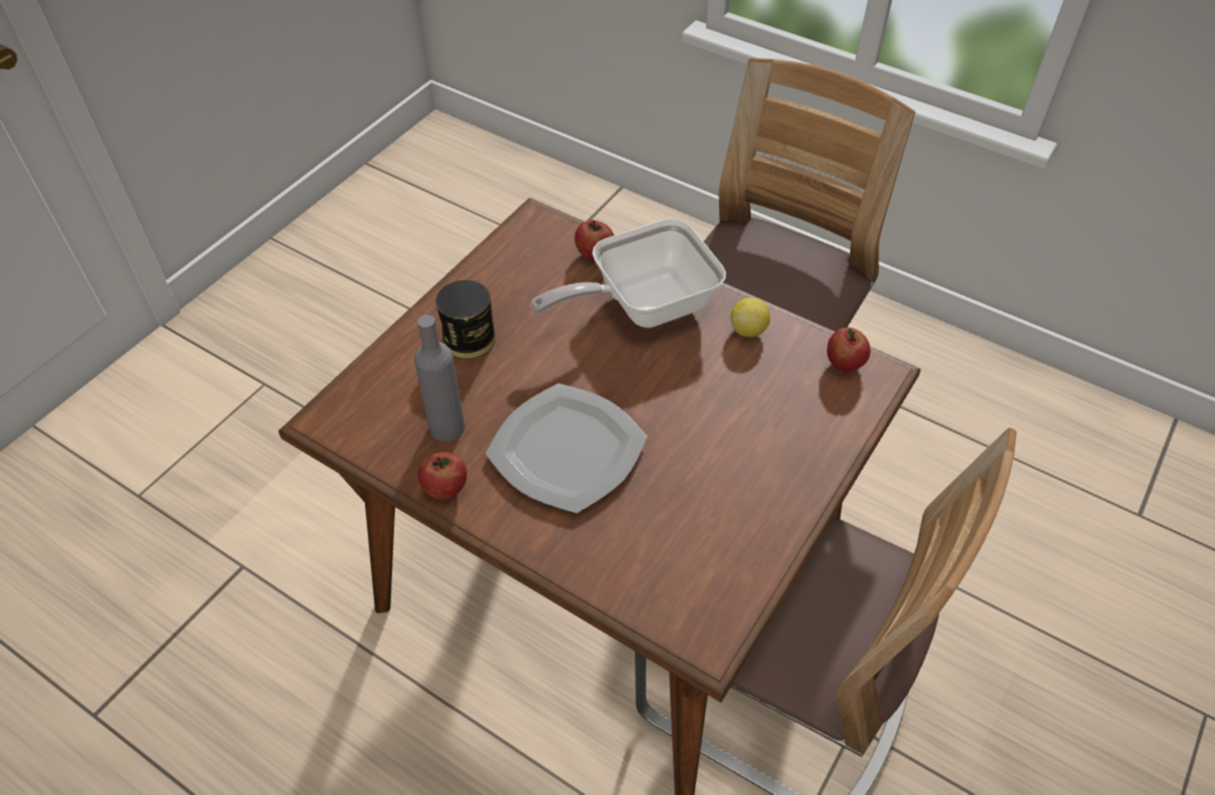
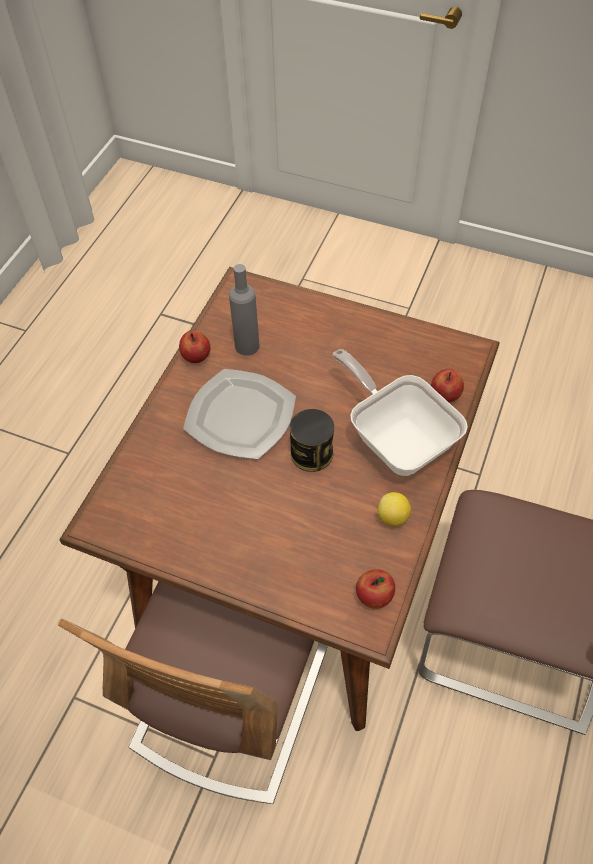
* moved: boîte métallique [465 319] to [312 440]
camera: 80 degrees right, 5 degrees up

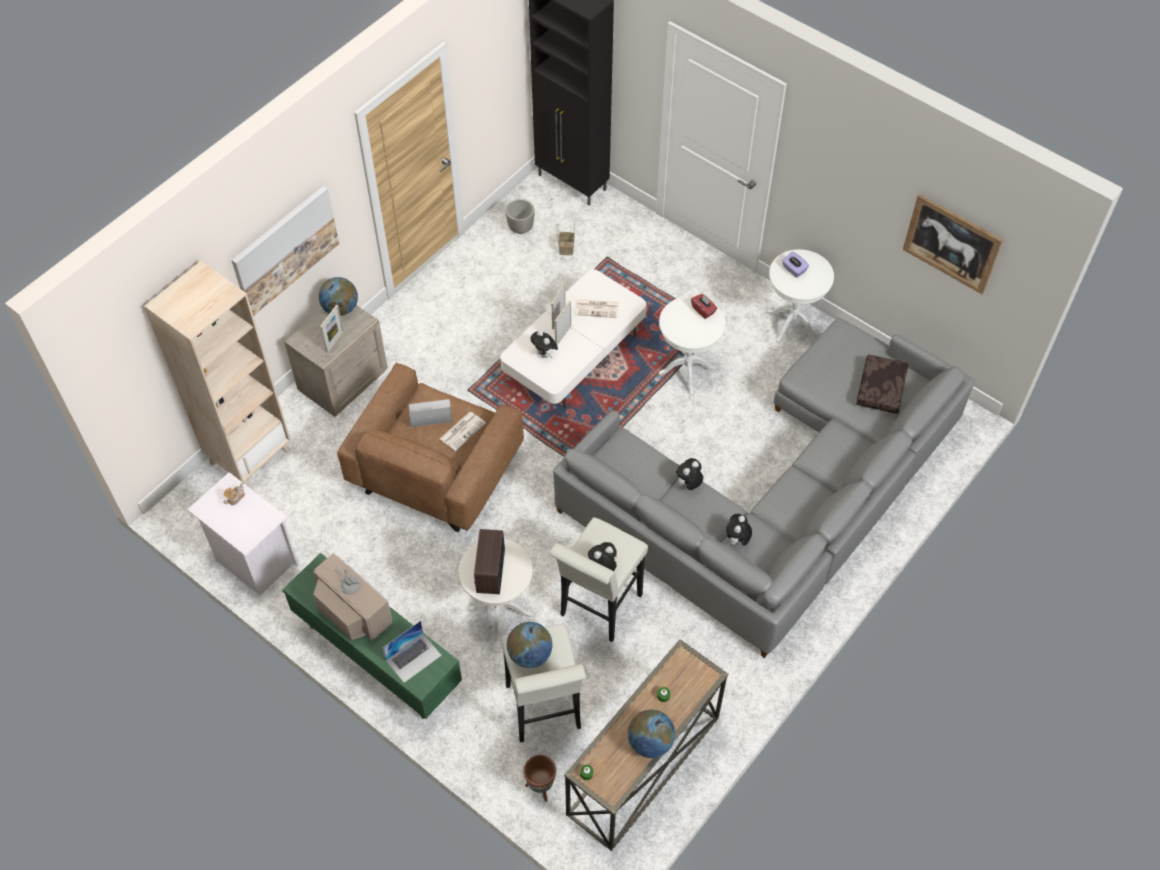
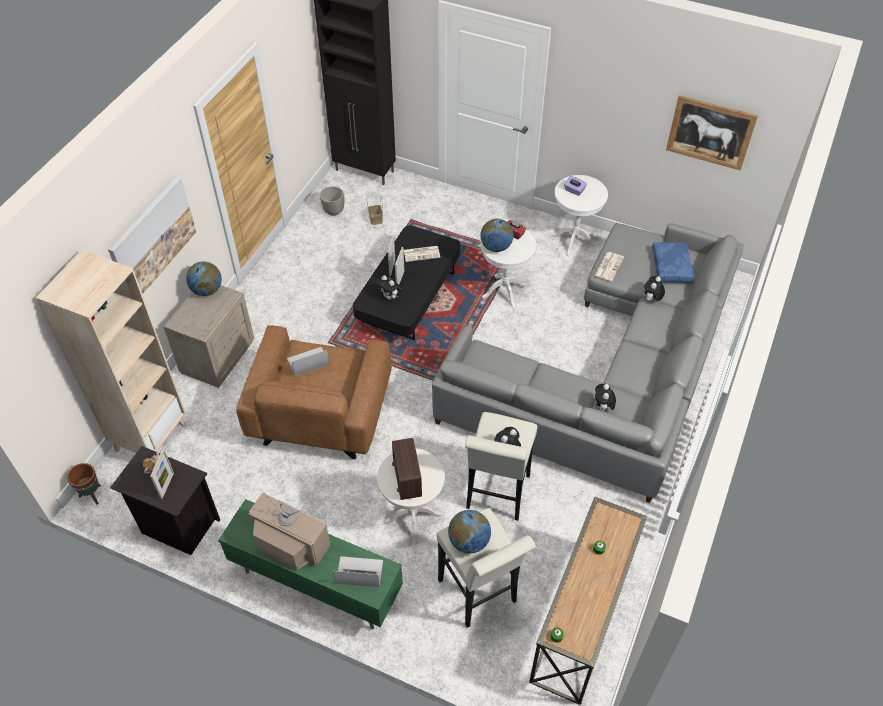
* moved: cadre photo [332 329] to [162 474]
* moved: journal [463 431] to [609 266]
* moved: cache-pot [marron] [539 778] to [84 484]
* moved: globe [651 734] to [496 235]
* moved: peluche [689 474] to [654 288]
* recoloured: table de chevet [blanc] [243 533] to table de chevet [noir] [165 500]
* recoloured: table basse [blanc] [573 339] to table basse [noir] [406 282]
* recoloured: coussin [marron] [882 384] to coussin [bleu] [673 262]
* turned: ordinateur portable [412 652] = [358 571] 120 degrees counterclockwise
camera: 15 degrees left, 5 degrees down

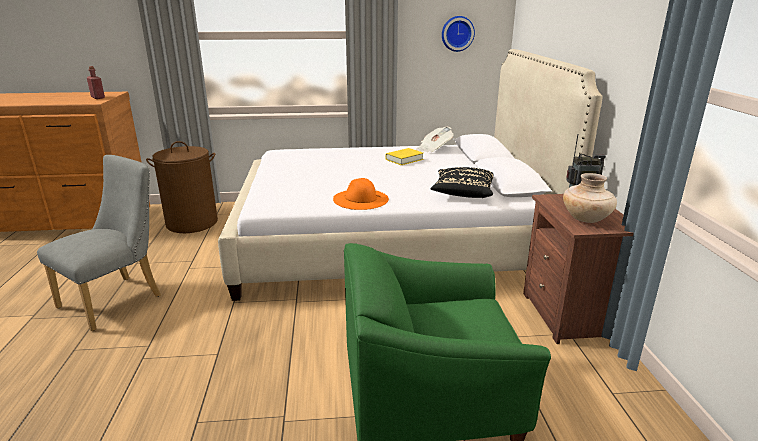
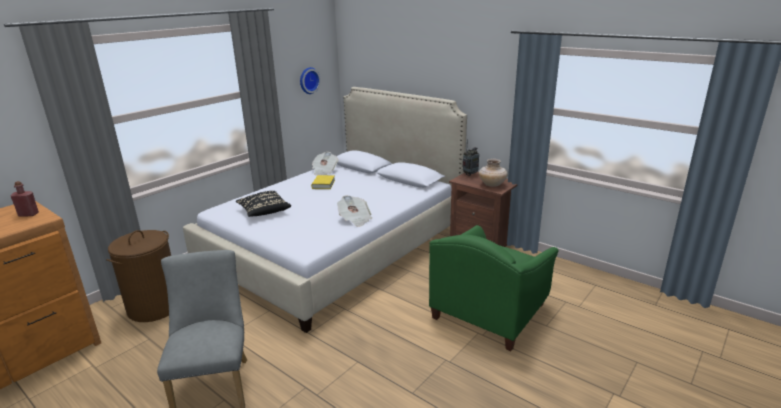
* moved: coussin [noir] [462 182] to [263 204]
* replaced: chapeau [orange] [361 194] to journal [354 211]
camera: 45 degrees left, 0 degrees up

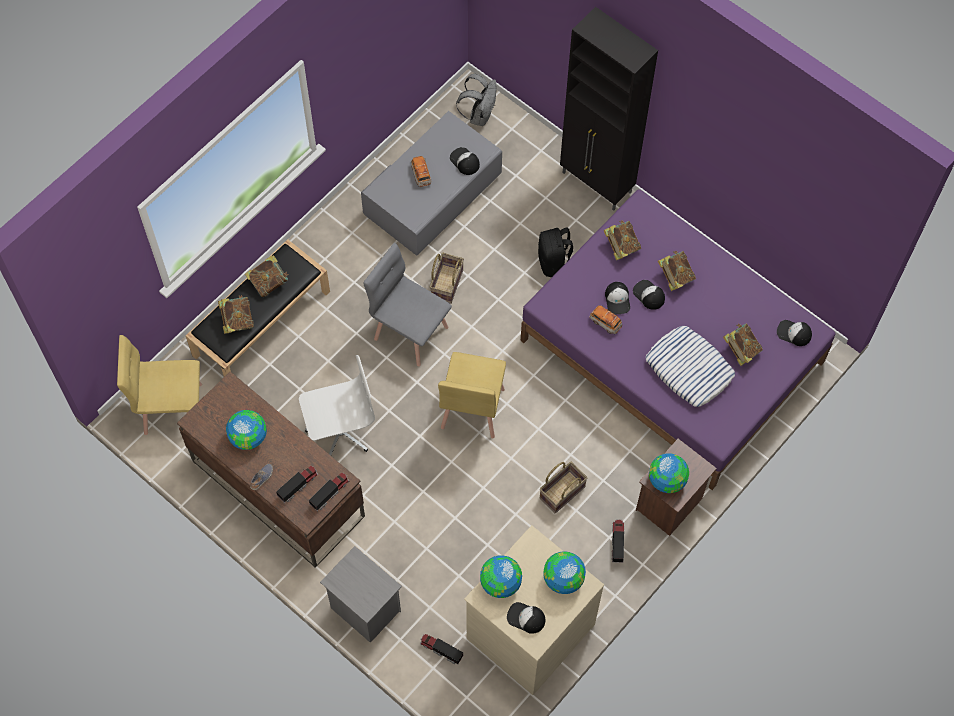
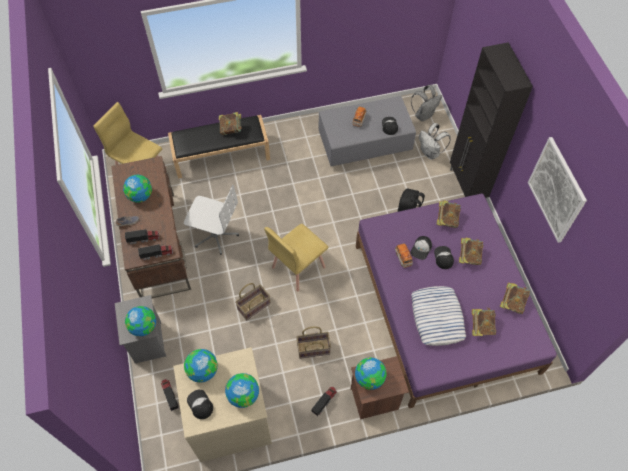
* removed: chaise [gris] [407 304]
* removed: casquette [794 333]
* added: globe [140 321]
* added: sac à dos [blanc] [435 141]
* added: tableau [557 190]
* moved: livre [236 314] to [515 298]
* moved: panier [447 278] to [253 302]
camera: 35 degrees right, 5 degrees down

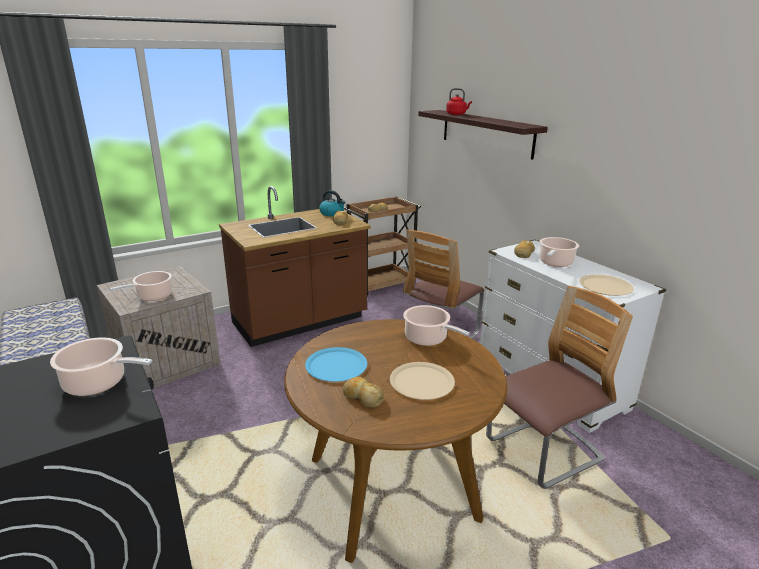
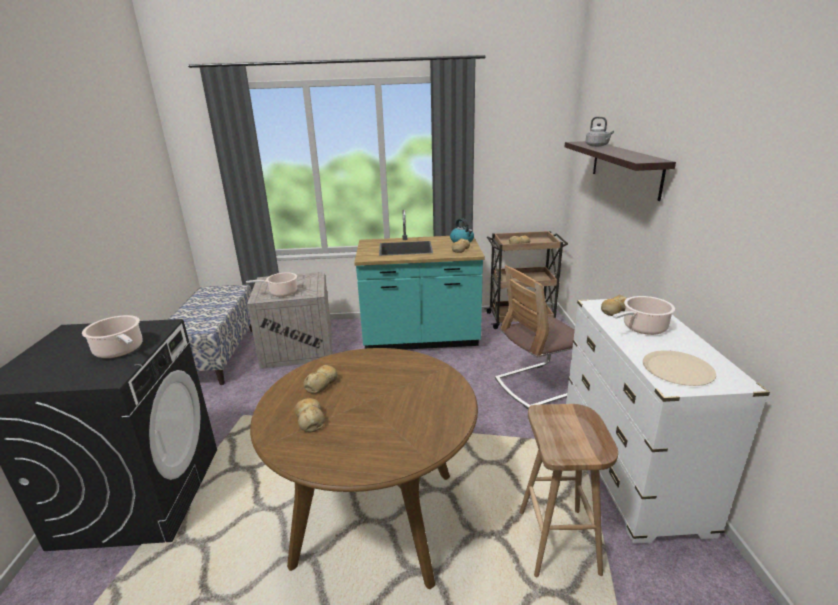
* removed: assiette [beige] [422 381]
* removed: marmite [436 325]
* replaced: assiette [bleu] [336 364] to pain [320 379]
* replaced: chaise [559 387] to tabouret [marron] [568 490]
* recoloured: comptoir de cuisine [marron] [294 266] to comptoir de cuisine [turquoise] [419 280]
* recoloured: bouilloire [rouge] [459 101] to bouilloire [gris] [600 132]
camera: 30 degrees right, 0 degrees up

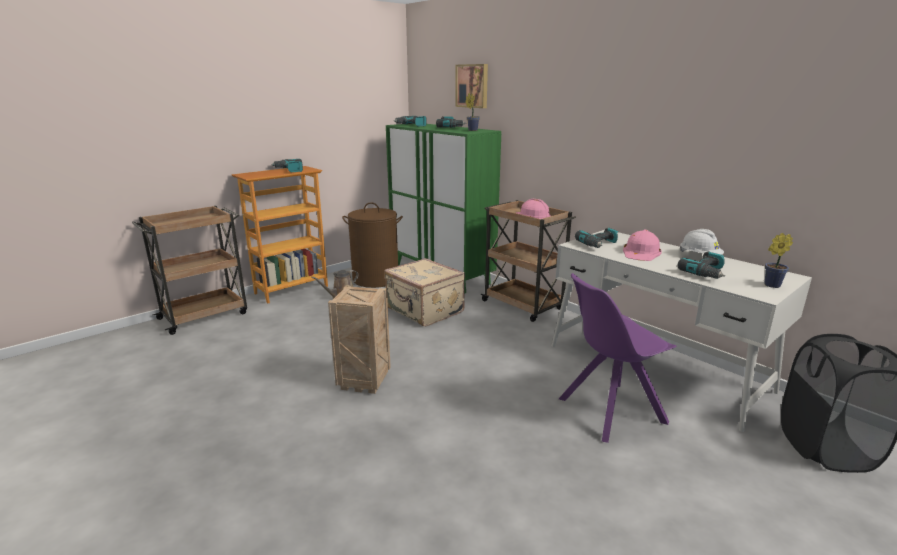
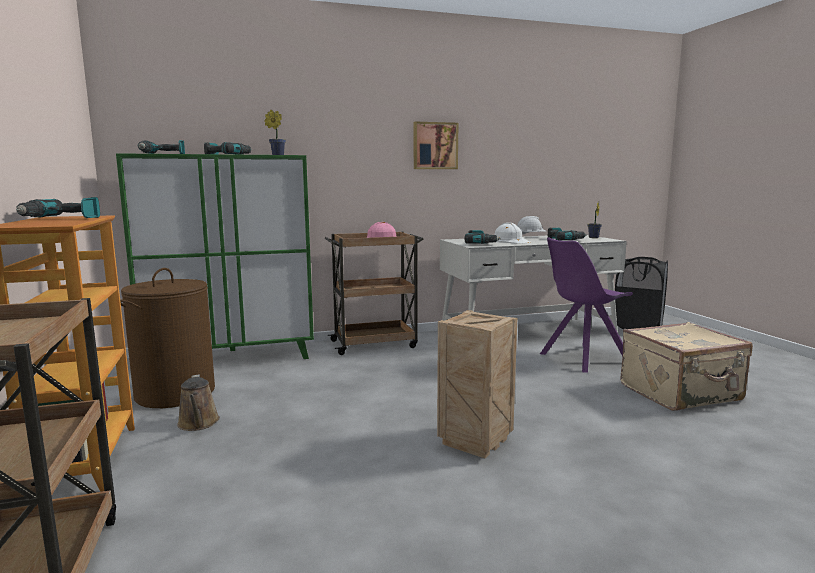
* moved: valise [beige] [424 292] to [687 366]
* moved: tableau [471 86] to [436 145]
* recoloured: casque de chantier [rose] [642 245] to casque de chantier [blanc] [512 233]
* turned: chaise [violet] [618 358] = [586 305] 60 degrees clockwise
camera: 65 degrees left, 10 degrees down

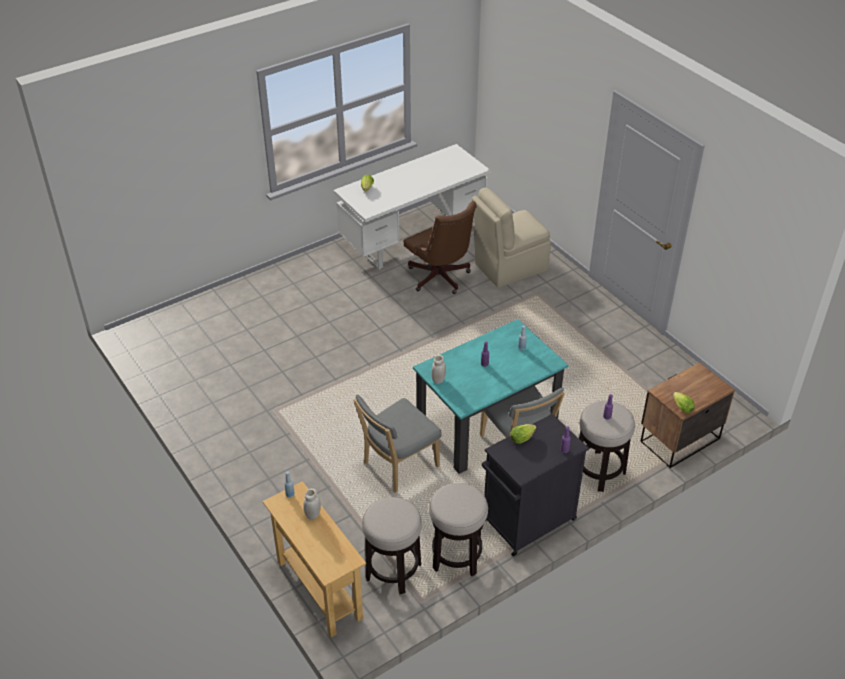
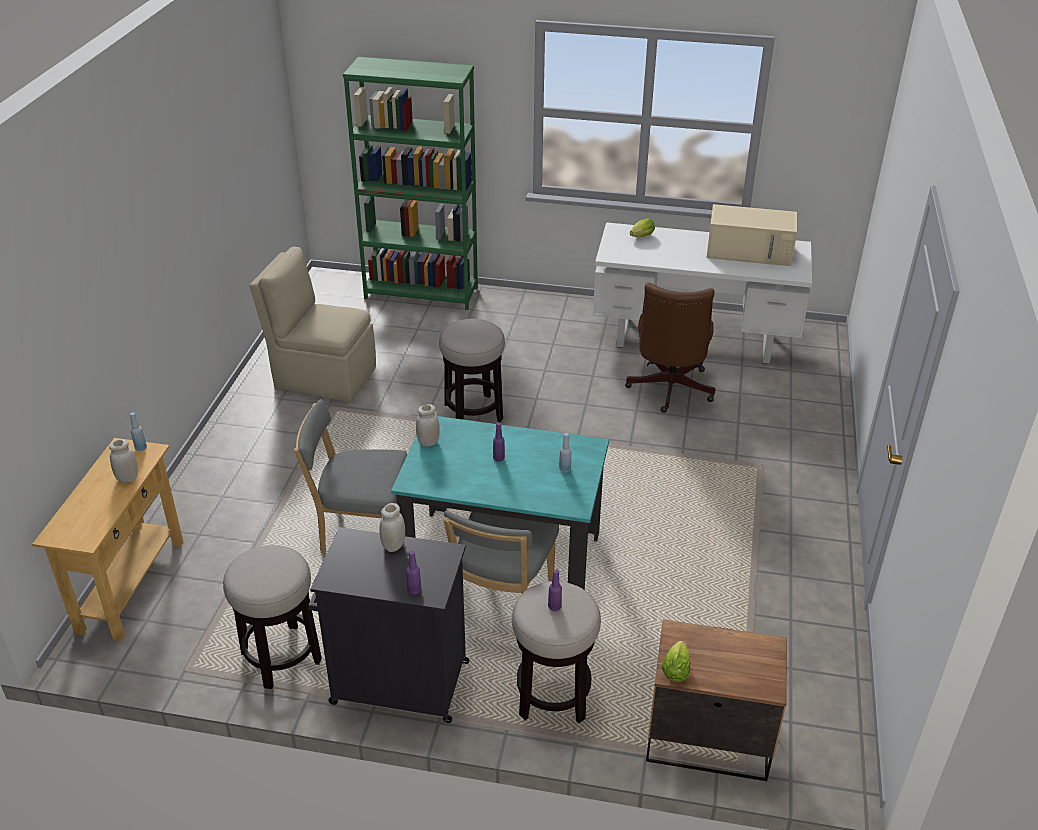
* added: bibliothèque [vert] [410 183]
* added: micro-ondes [beige] [752 235]
* moved: tabouret [392 545] to [472 370]
* moved: chaise [beige] [511 237] to [312 324]
* replaced: laitue [523 434] to bocal [blanc] [392 527]
camera: 45 degrees right, 5 degrees down

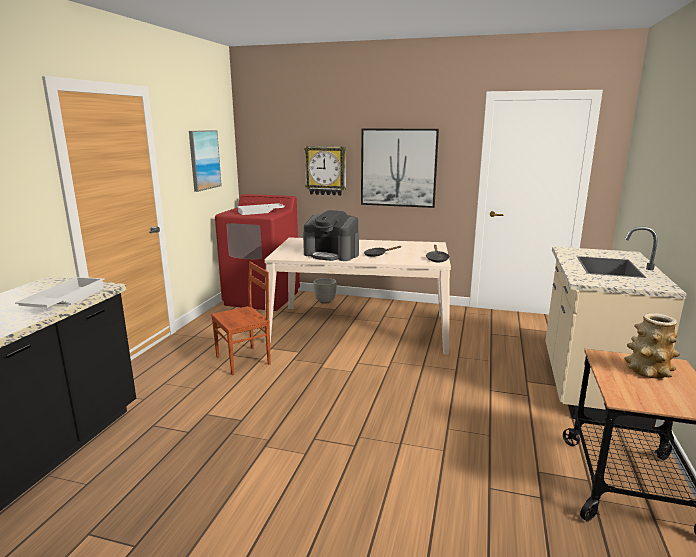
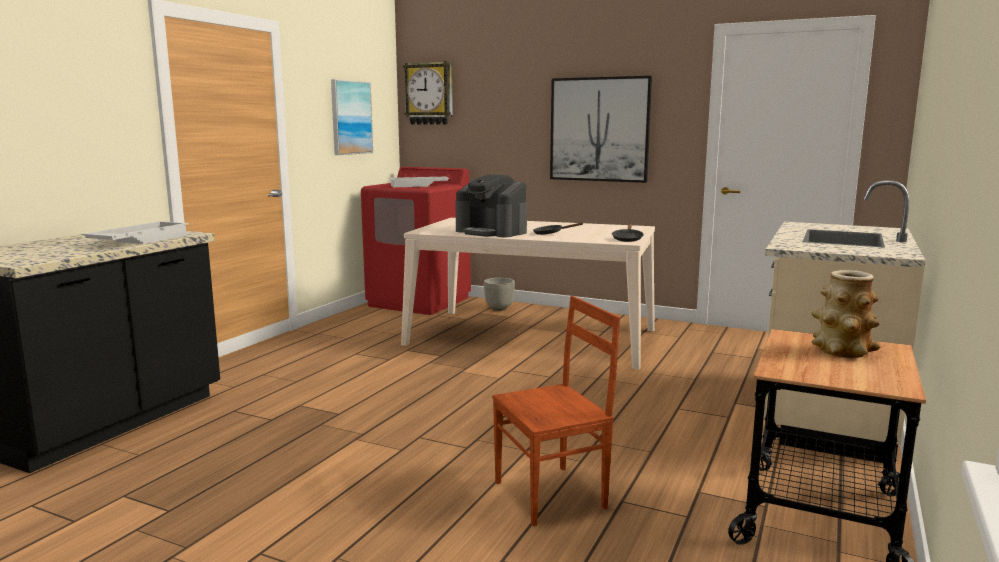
* moved: chaise [marron] [241 318] to [556 411]
* moved: horloge murale [325 171] to [428 93]
camera: 10 degrees right, 5 degrees down

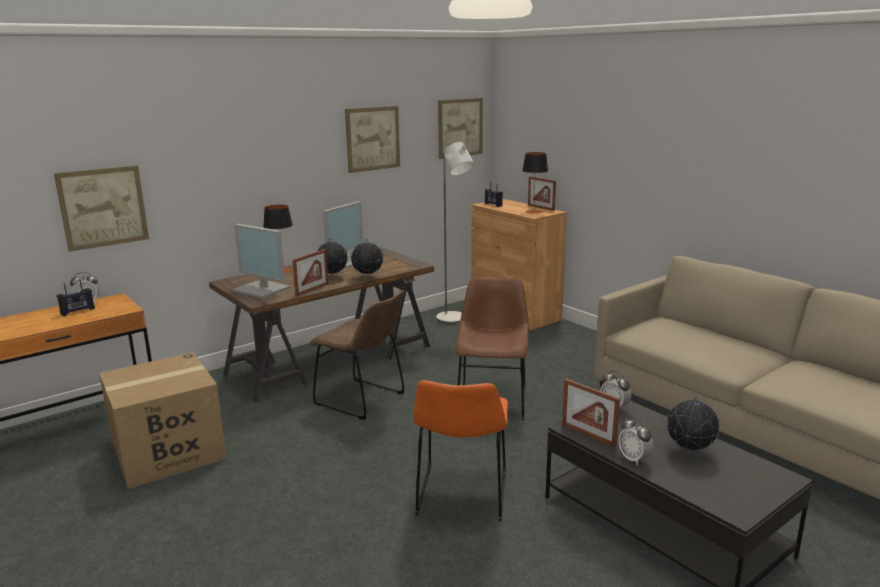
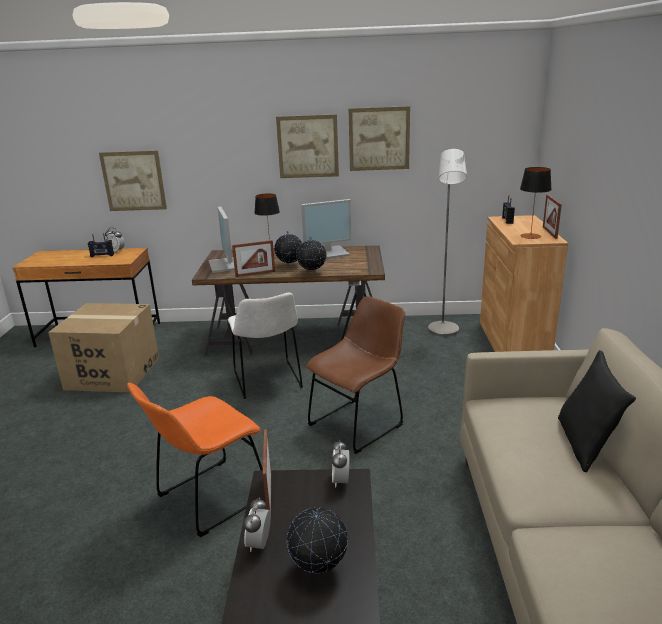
* added: coussin [noir] [597 411]
* moved: tableau [460 128] to [307 146]
* recoloured: chaise [marron] [357 355] to chaise [blanc] [265 346]
camera: 40 degrees right, 5 degrees up

